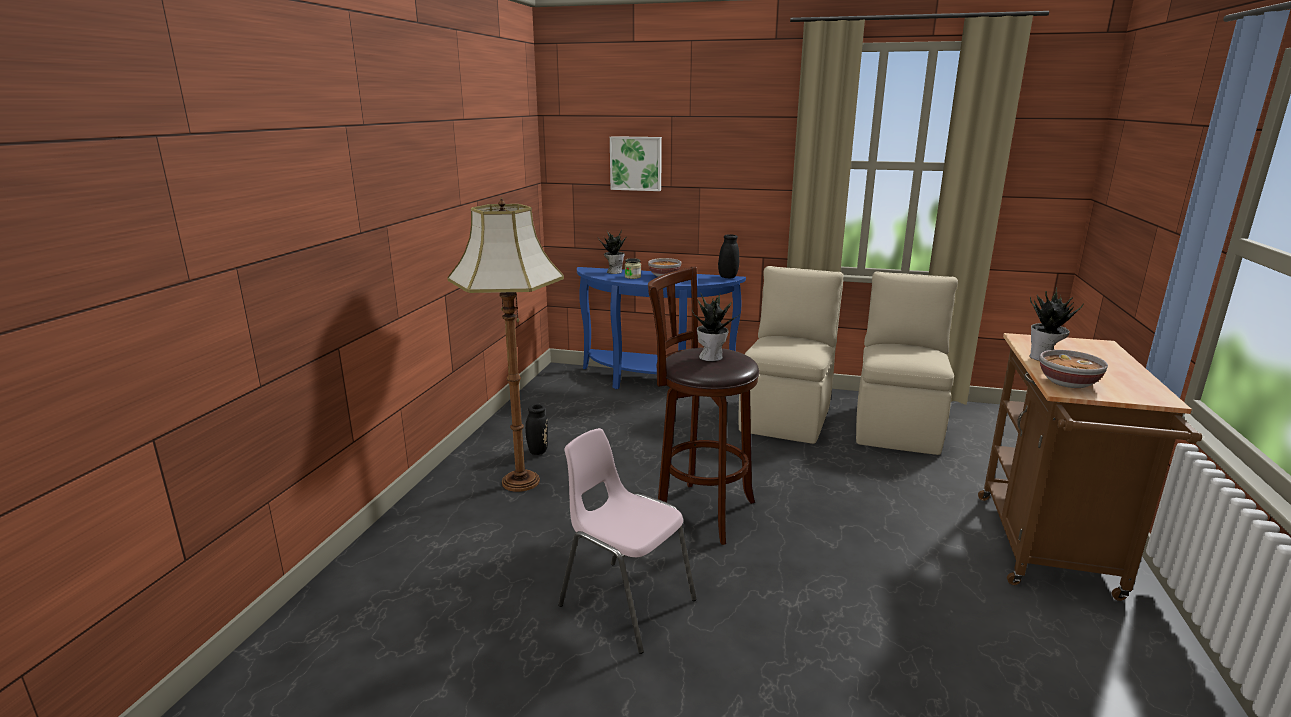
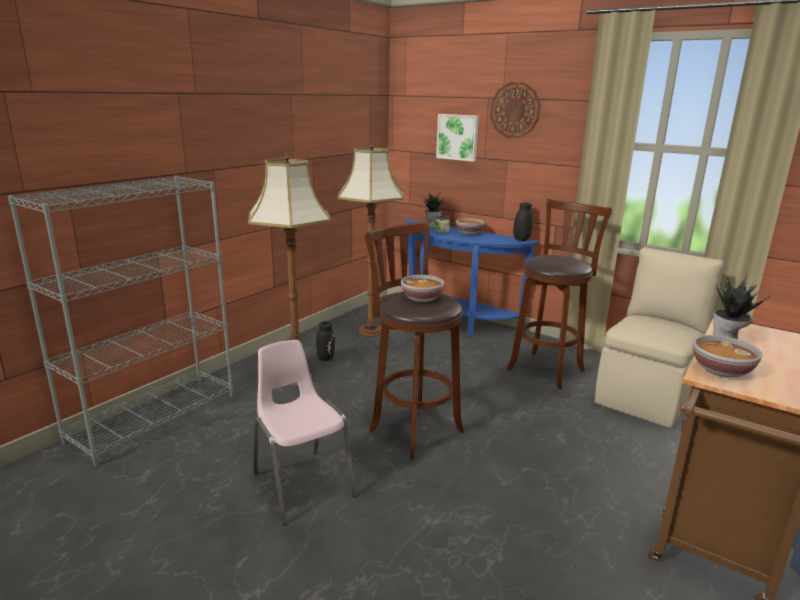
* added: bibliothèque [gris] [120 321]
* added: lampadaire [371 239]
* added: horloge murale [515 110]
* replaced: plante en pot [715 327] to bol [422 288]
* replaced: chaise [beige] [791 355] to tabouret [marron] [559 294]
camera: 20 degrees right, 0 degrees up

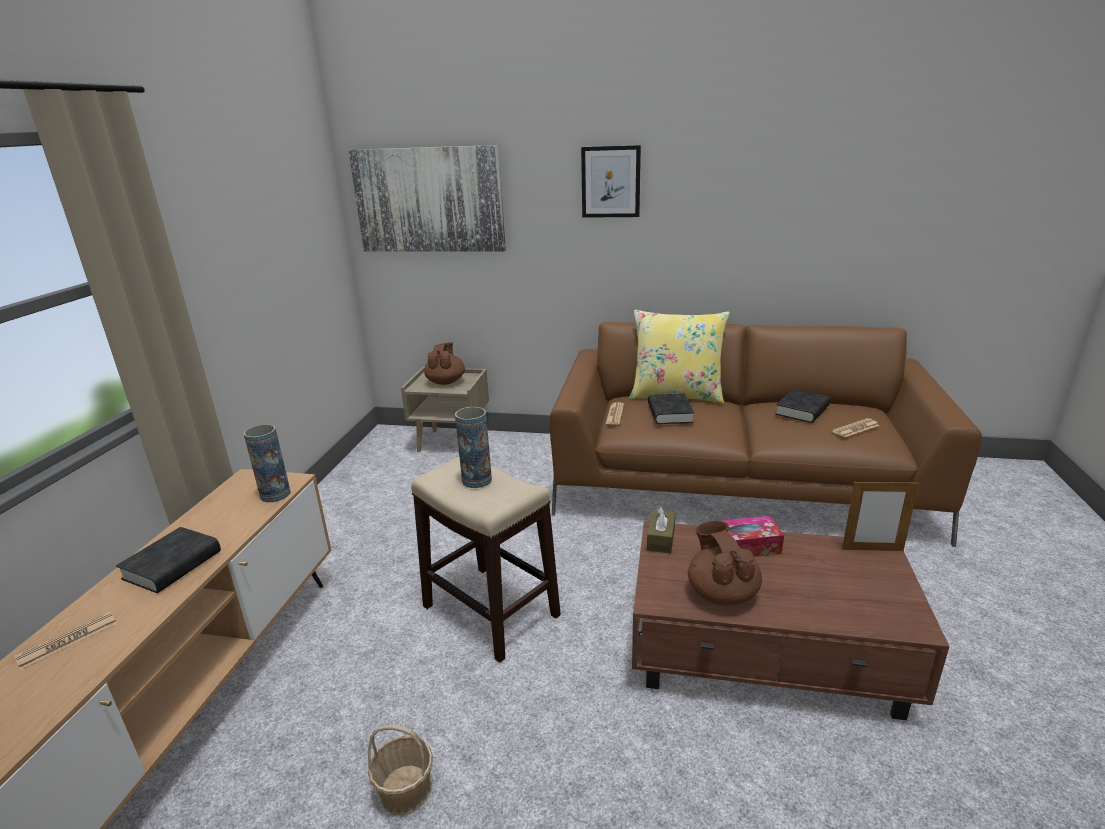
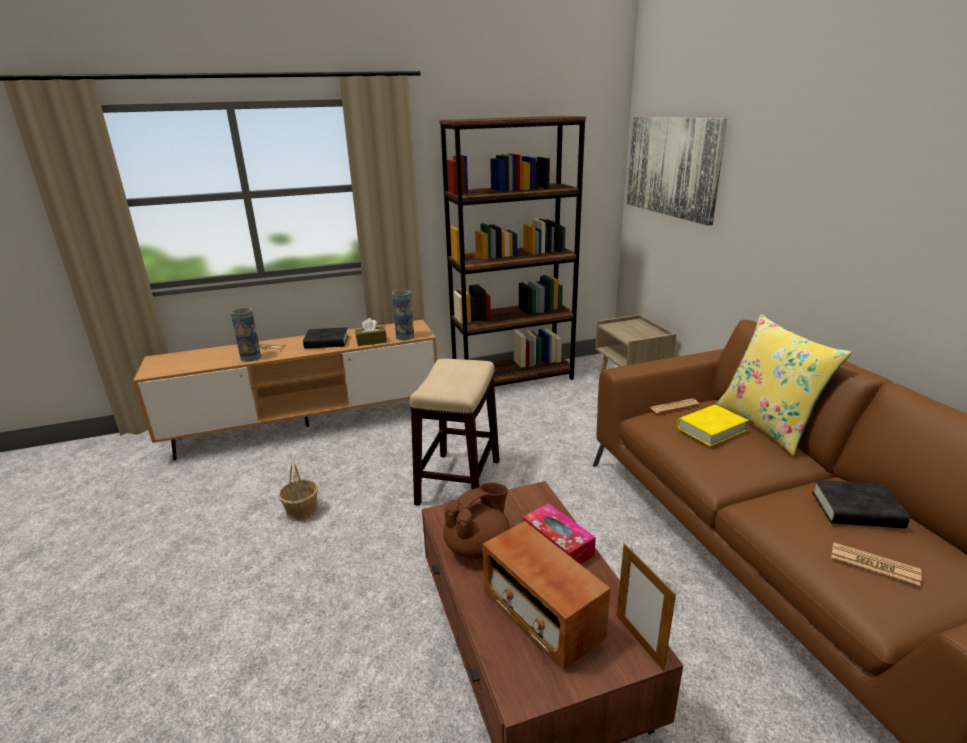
* removed: théière [marron] [444 363]
* removed: tableau [611 181]
* added: bibliothèque [marron] [512 251]
* added: radio [546 595]
* moved: vase [473 447] to [246 335]
* moved: boîte à mouchoirs [marron] [661 530] to [371 332]
* recoloured: livre [noir] [671 408] to livre [jaune] [713 426]
camera: 60 degrees right, 0 degrees up

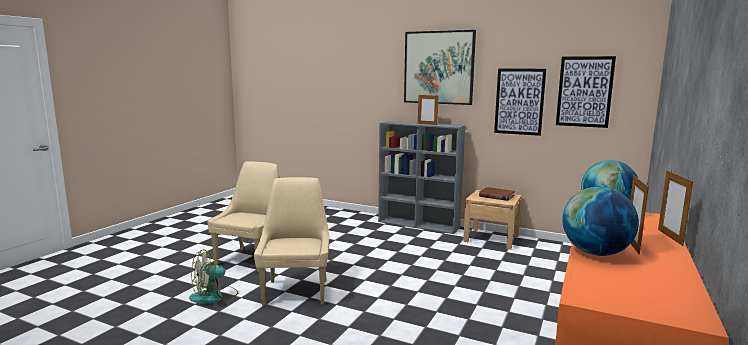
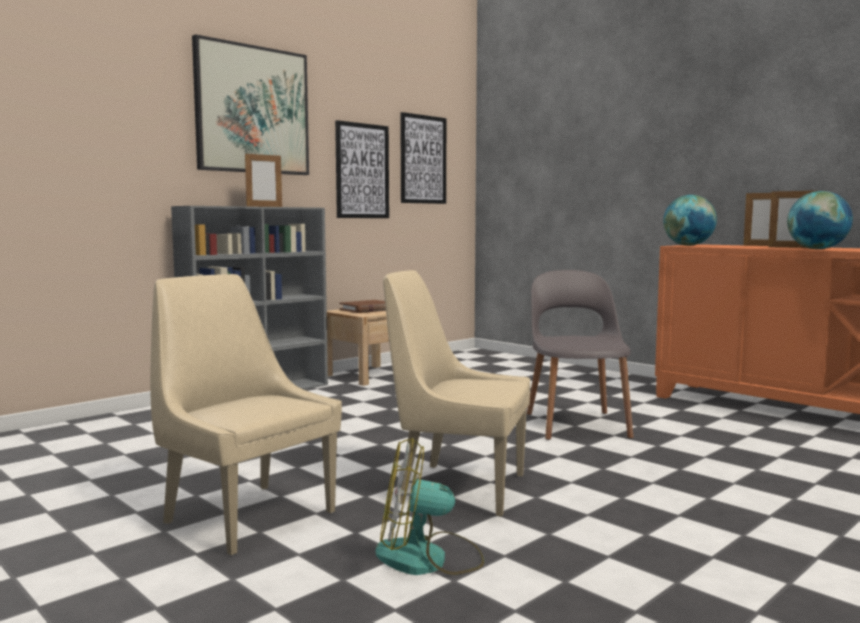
* added: chaise [gris] [580 355]
* turned: ventilateur [213 276] = [429 506] 105 degrees clockwise
camera: 70 degrees left, 5 degrees down

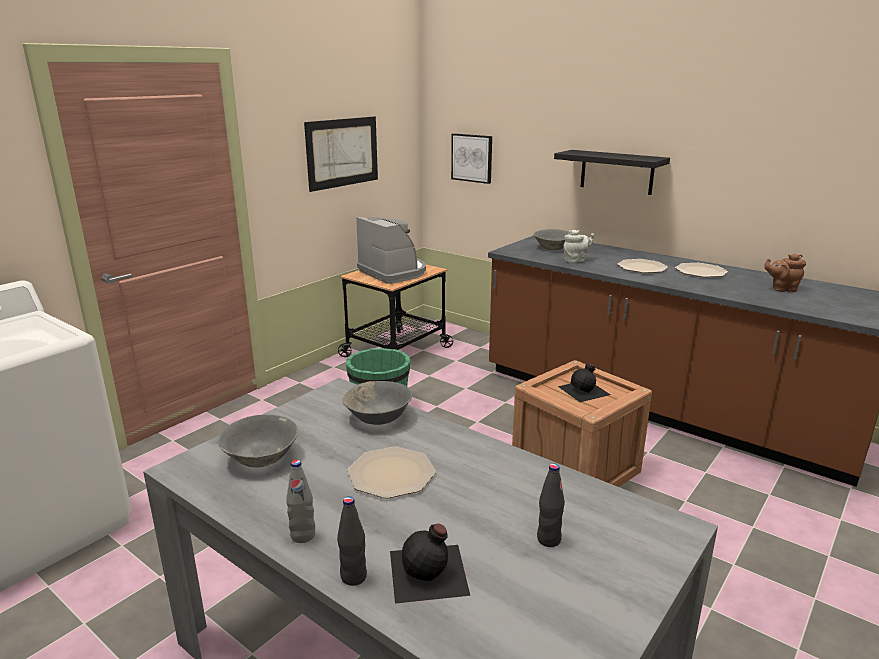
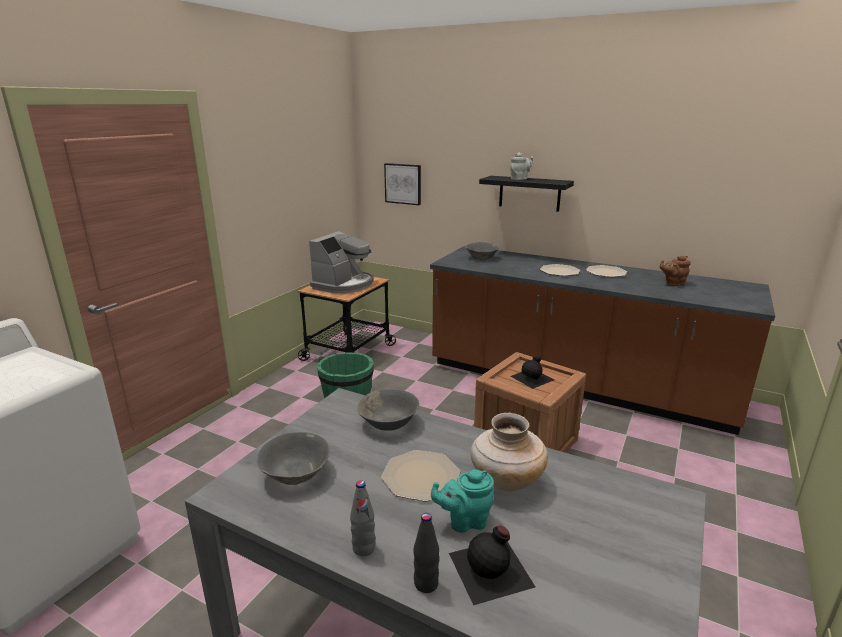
* removed: tableau [341 154]
* removed: bouteille [noir] [551 505]
* added: théière [turquoise] [462 501]
* added: vase [beige] [509 452]
* moved: théière [gris] [578 246] to [521 166]
* turned: machine à café [391 250] = [341 262] 75 degrees clockwise
camera: 10 degrees left, 0 degrees up

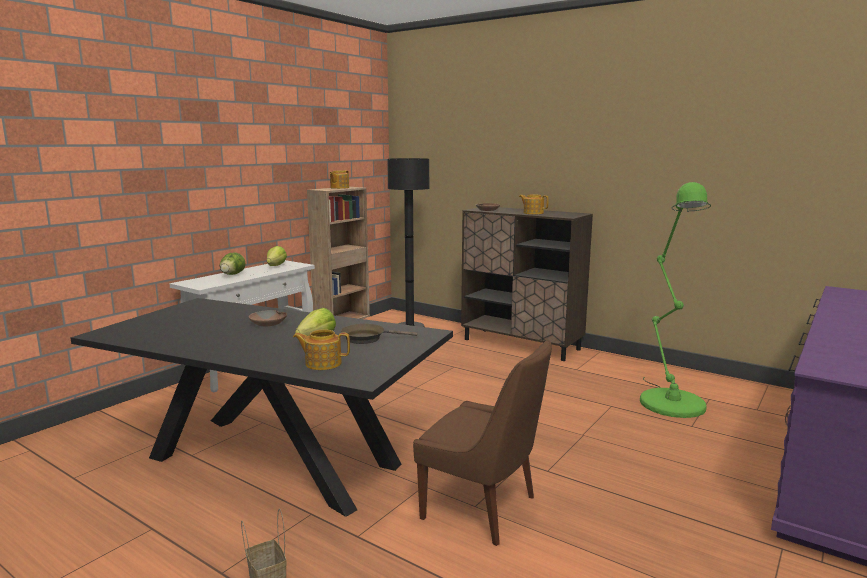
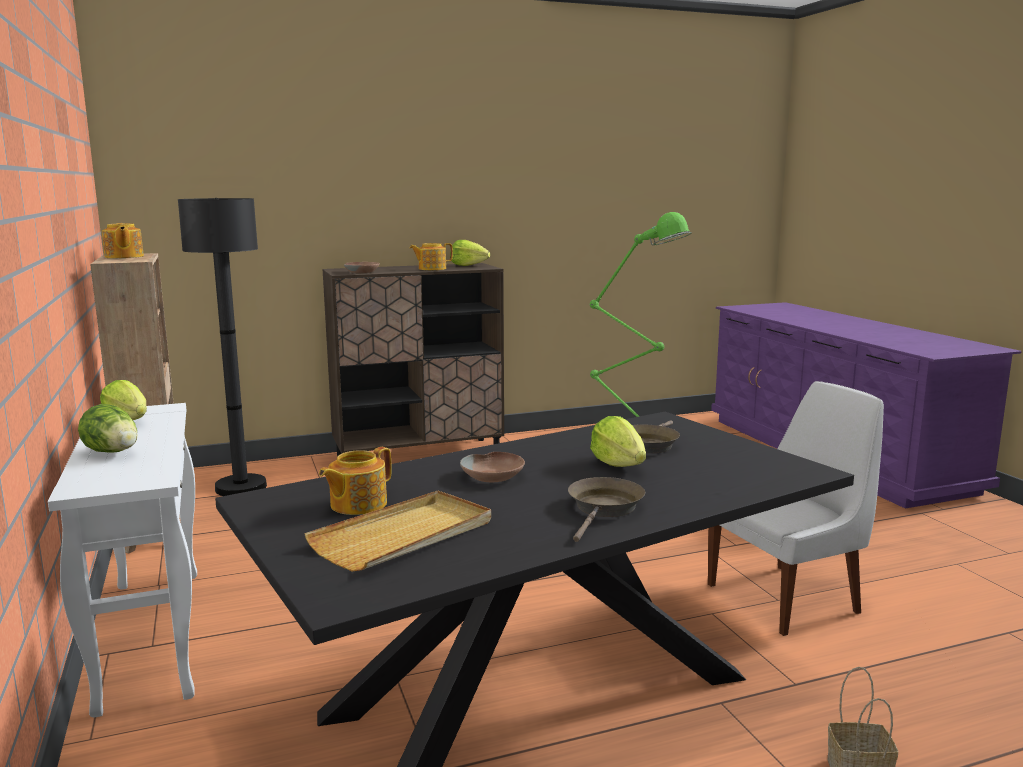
* added: plateau [beige] [397 531]
* added: laitue [470 253]
* added: poêle [marron] [606 509]
* moved: théière [321 349] to [355 481]
* recoloured: chaise [marron] [482 443] to chaise [blanc] [796 508]
camera: 55 degrees left, 0 degrees up

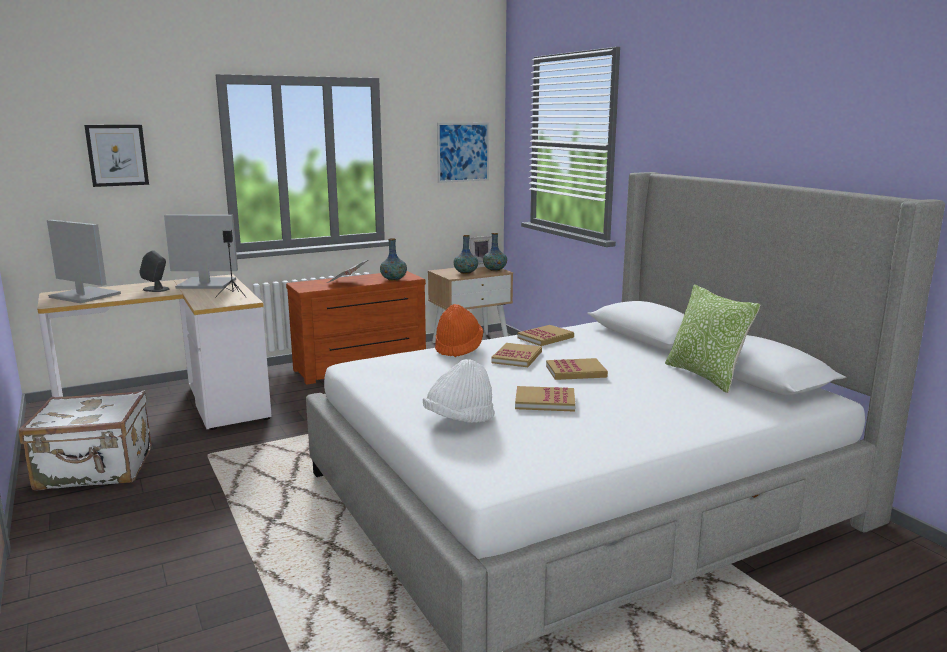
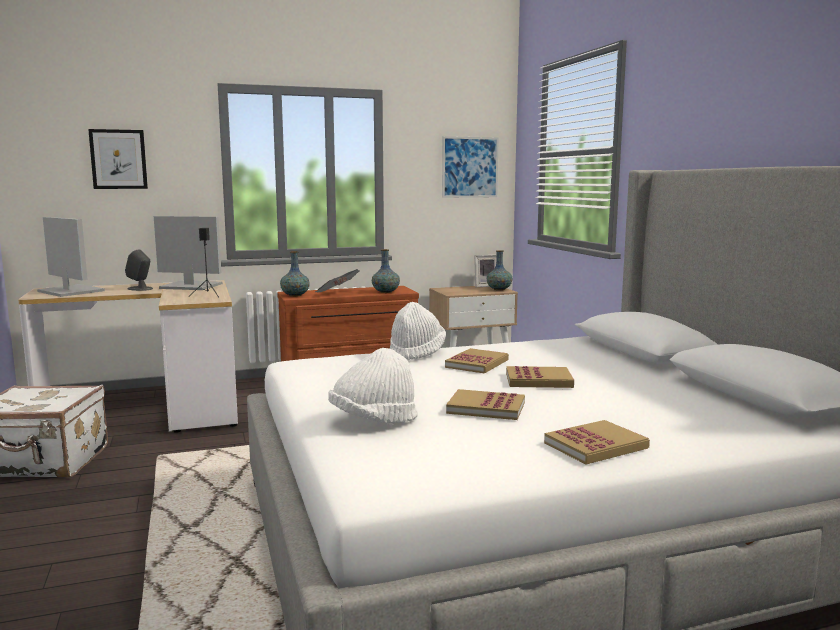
* removed: coussin [712 339]
* moved: vase [465 254] to [295 274]
* moved: livre [545 335] to [597 442]
* recoloured: chapeau [orange] [459 330] to chapeau [blanc] [418 331]
camera: 10 degrees right, 5 degrees down

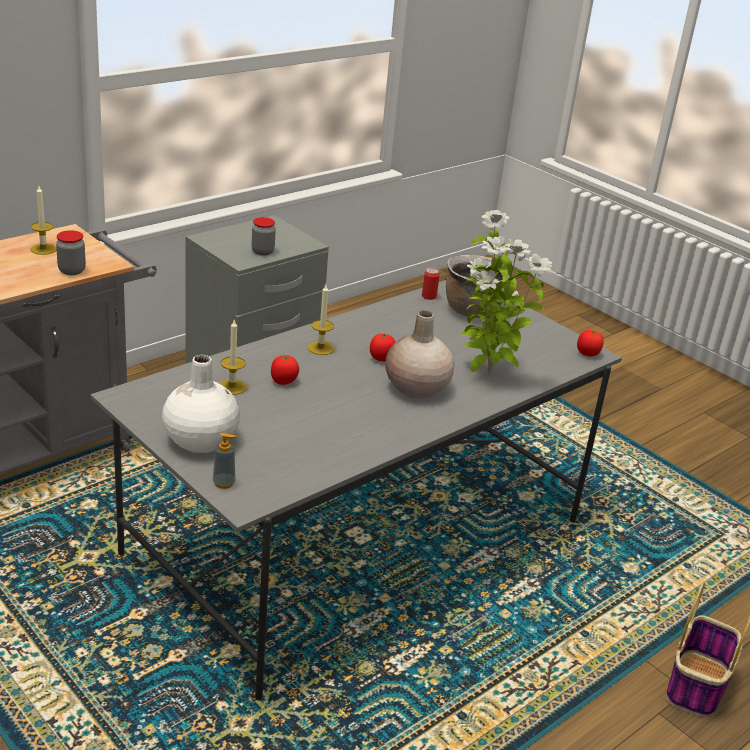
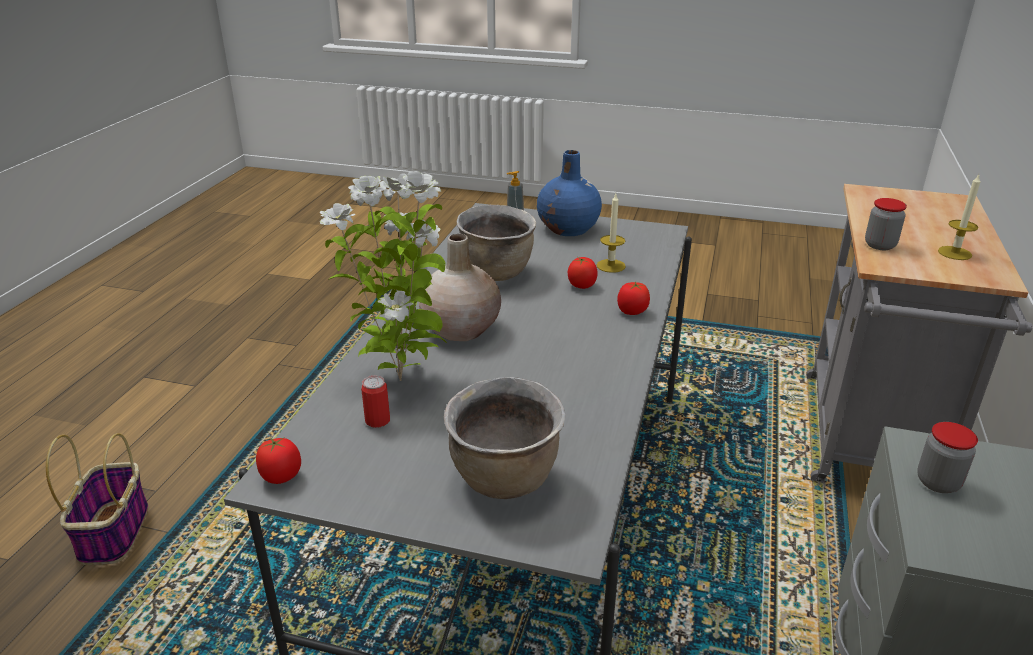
* removed: bougie [321 320]
* added: marmite [marron] [496 243]
* moved: tomate [383 346] to [633 298]
* moved: boîte métallique [431 284] to [375 402]
* recoloured: vase [blanc] [201 404] to vase [bleu] [569 193]
camera: 150 degrees right, 0 degrees up

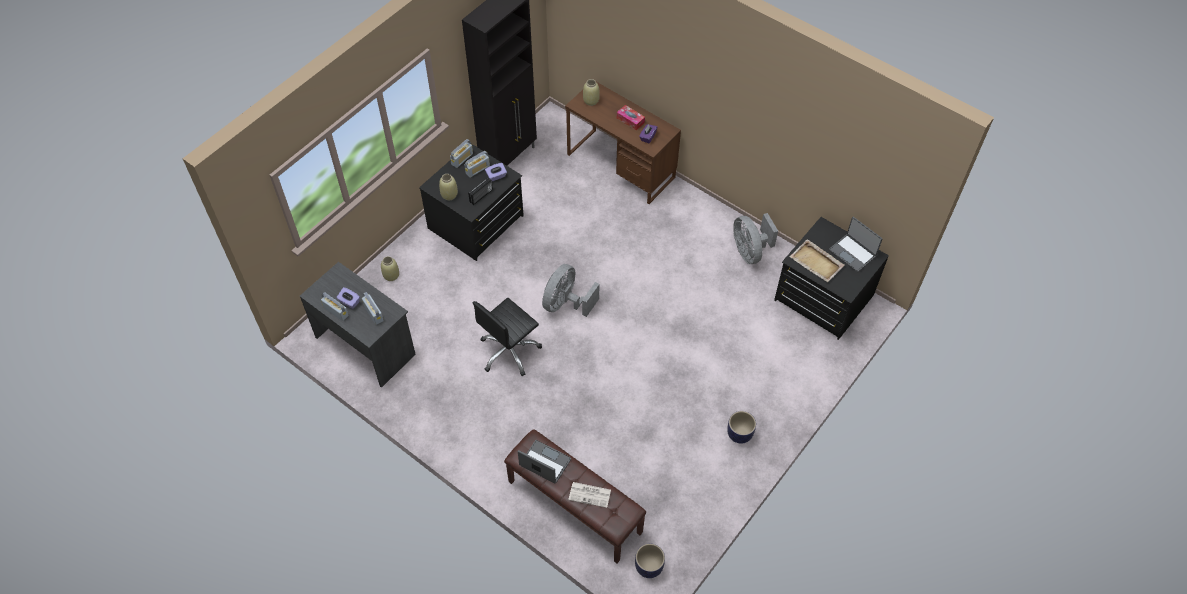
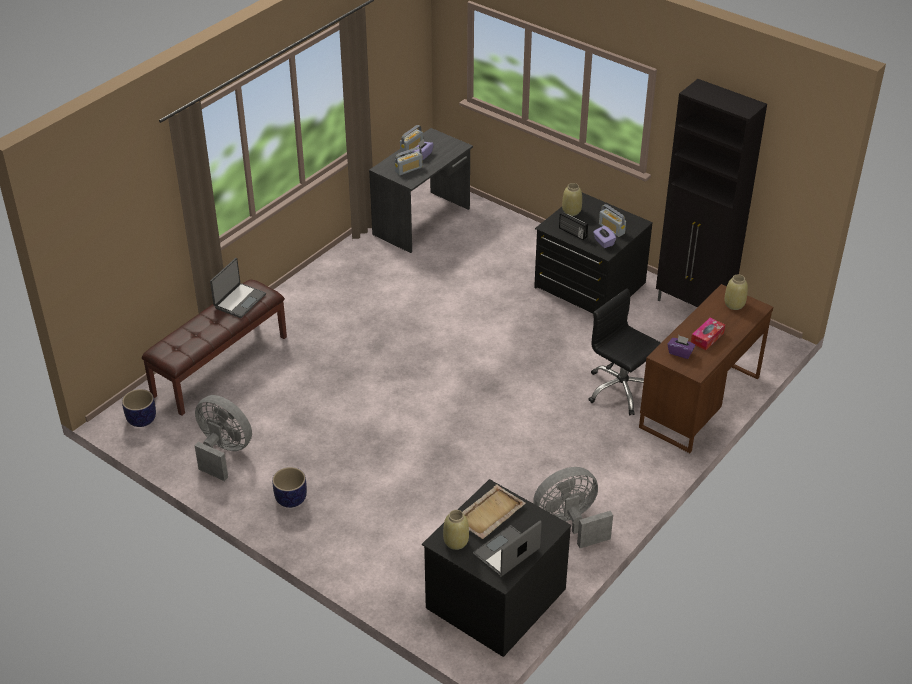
* removed: radio [461 153]
* removed: journal [589 495]
* moved: vase [beige] [390 268] to [456 530]
* moved: chaise de bureau [noir] [507 337] to [624 351]
* moved: ventilateur [gris] [570 290] to [223 438]
camera: 90 degrees right, 15 degrees down

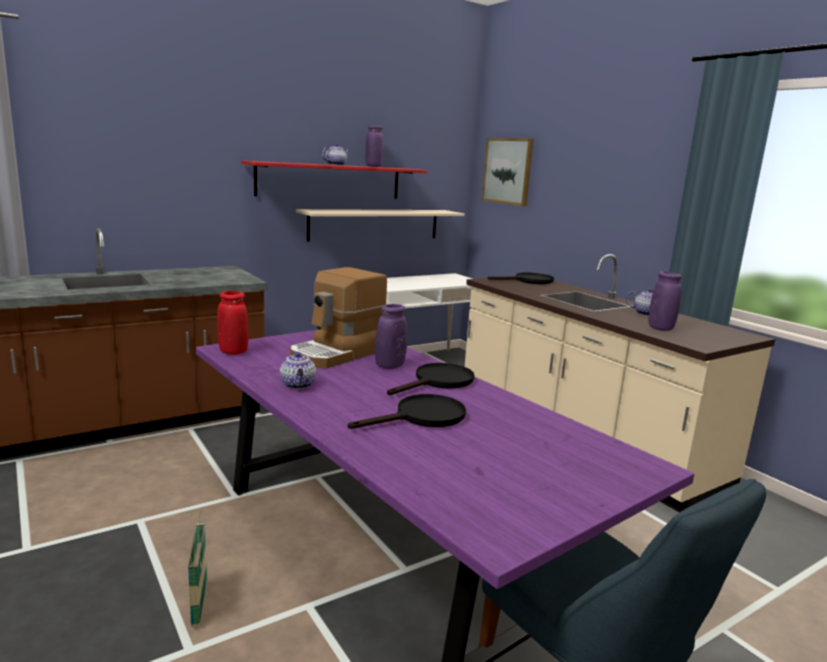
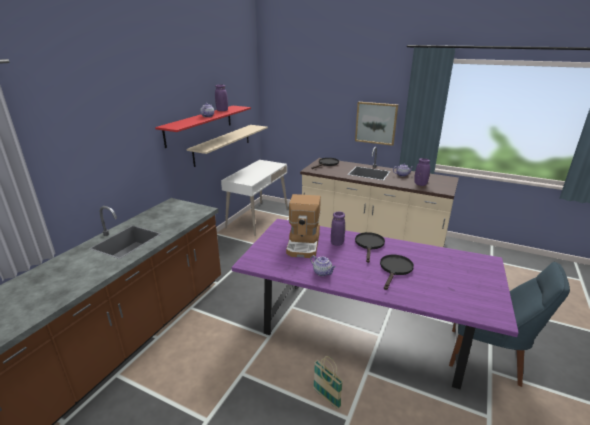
* removed: vase [rouge] [233 323]
* moved: tableau [508 172] to [376 124]
camera: 30 degrees left, 10 degrees up

